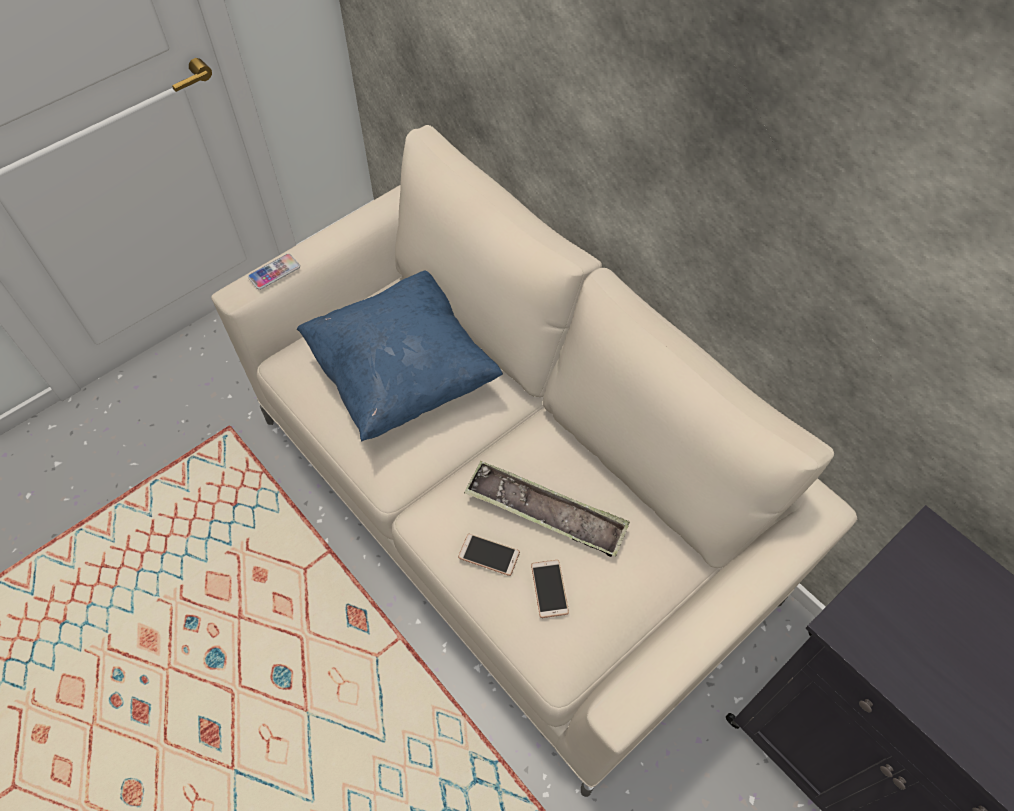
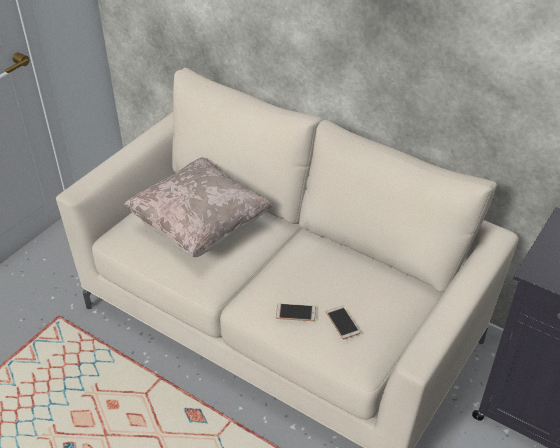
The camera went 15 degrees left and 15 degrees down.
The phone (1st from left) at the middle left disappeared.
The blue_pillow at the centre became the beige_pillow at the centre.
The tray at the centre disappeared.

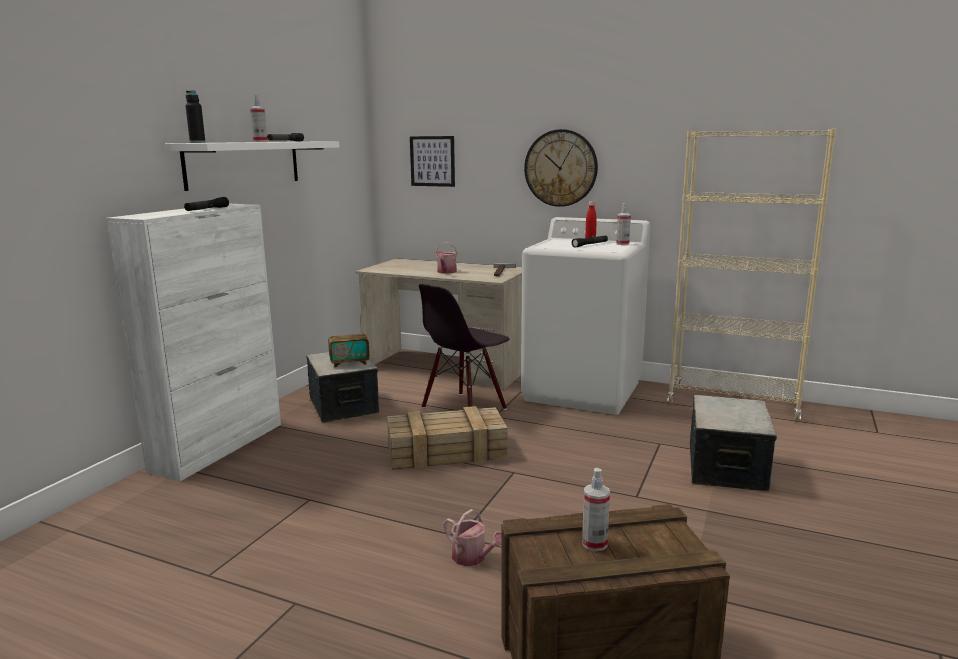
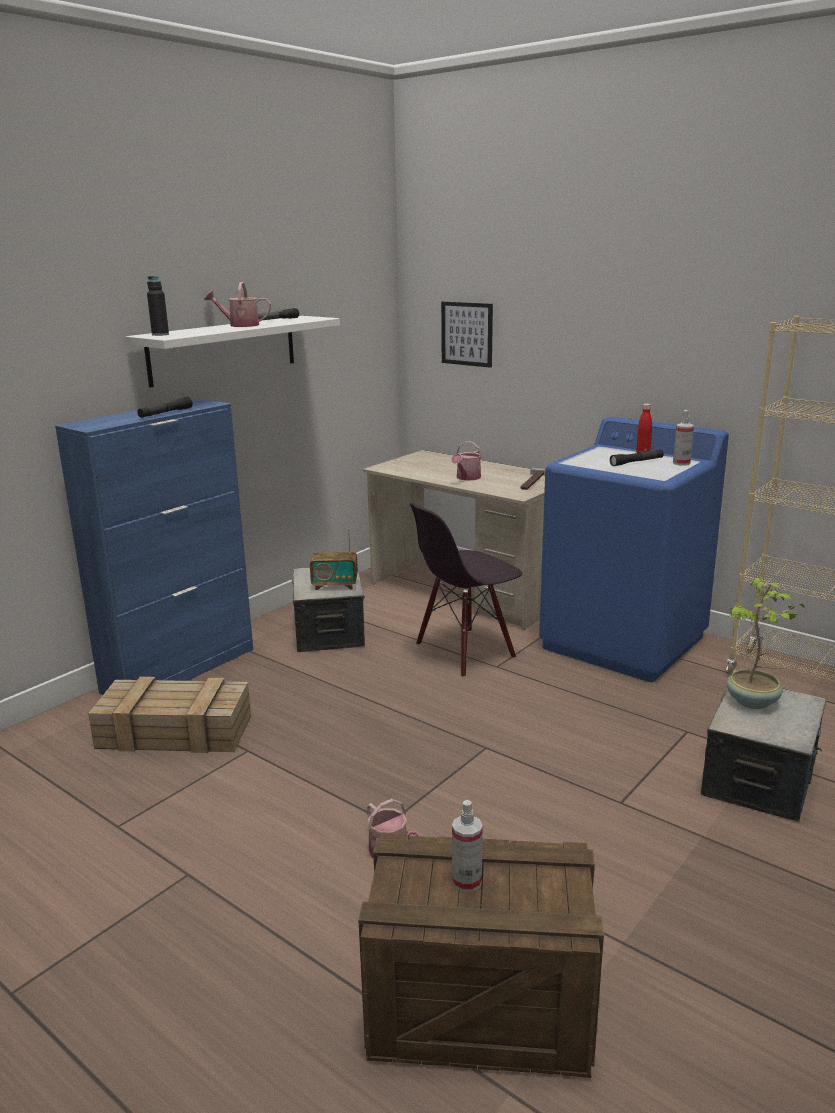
The camera went 15 degrees right and 5 degrees up.
The spray_bottle (1st from left) at the top left was replaced by the watering_can (1st from left) at the top left.
The wall_clock at the top centre disappeared.
The white_cabinet at the middle left became the blue_cabinet at the middle left.
The white_washing_machine at the centre became the blue_washing_machine at the middle right.
The crate (1st from left) moved from the centre to the middle left.
The potted_plant at the middle right appeared.

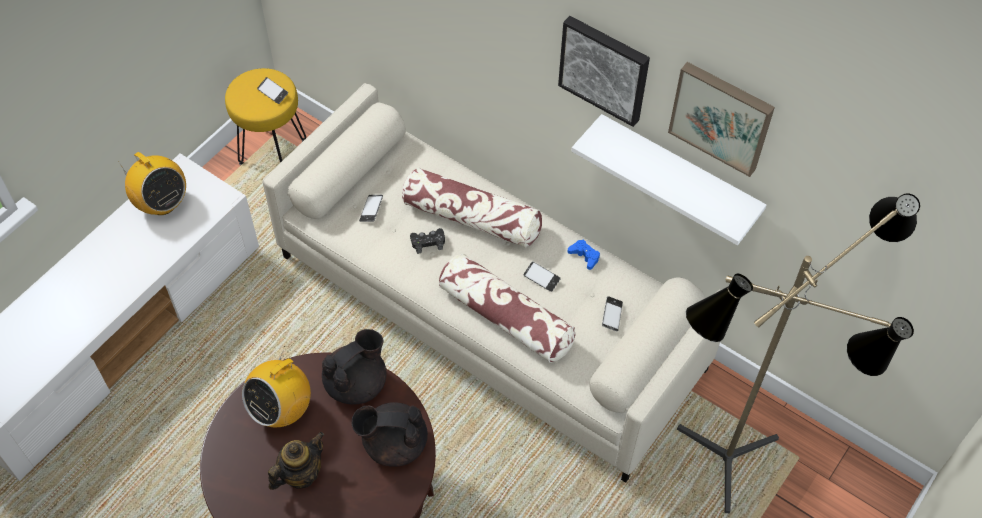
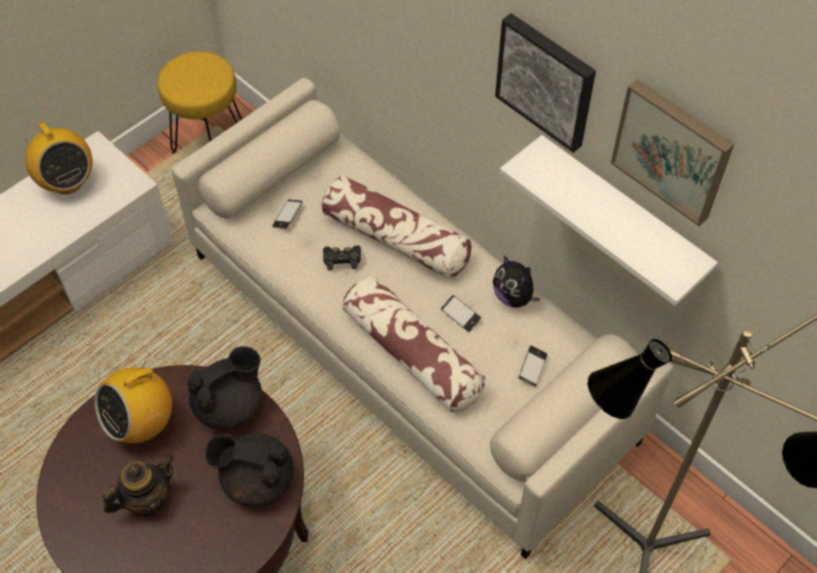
The camera went 10 degrees right and 0 degrees up.
The phone (1st from left) at the top left disappeared.
The blue_game_controller at the centre was replaced by the plush_toy at the centre.

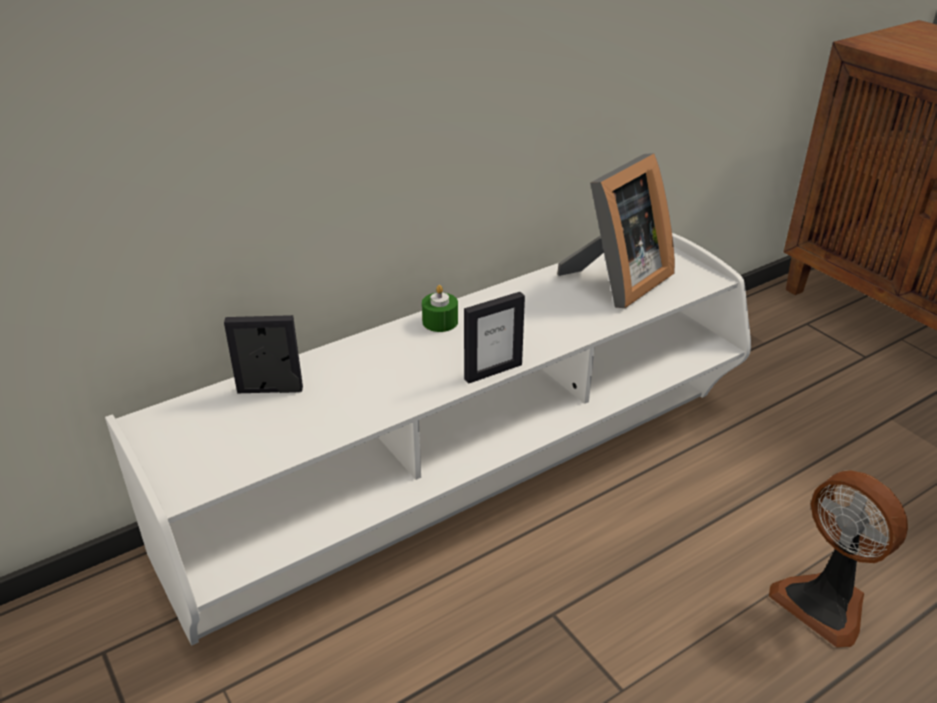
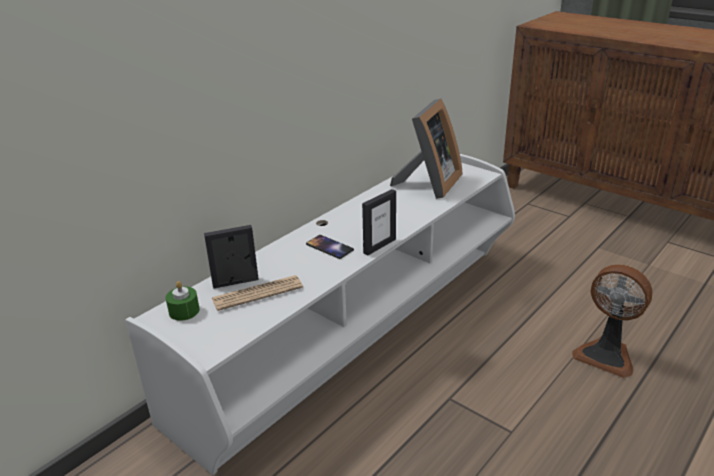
The camera went 15 degrees left and 5 degrees down.
The green_candle moved from the centre to the middle left.
The phone at the centre appeared.
The newspaper at the centre appeared.

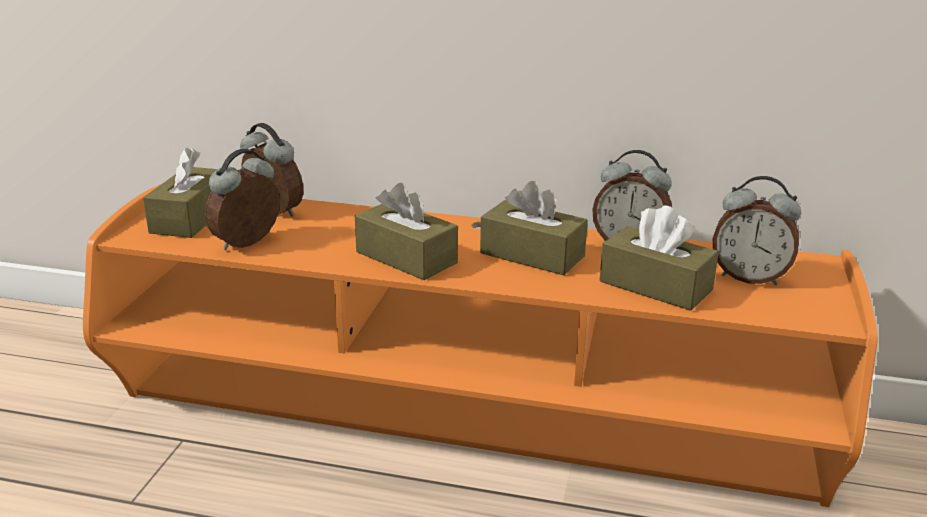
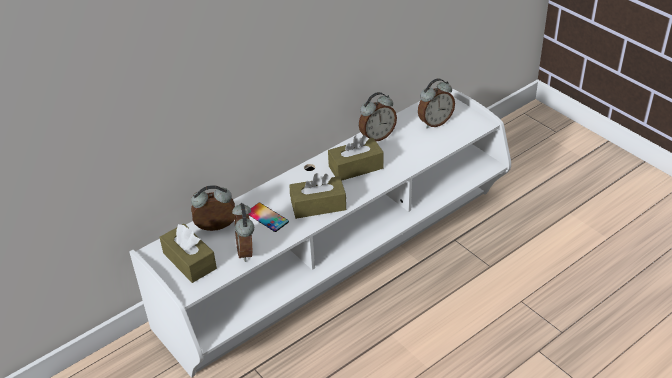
The camera went 50 degrees left and 15 degrees up.
The orange_tv_stand at the bottom centre became the white_tv_stand at the centre.
The brown_tissue_box (4th from left) at the middle right disappeared.
The phone at the centre appeared.

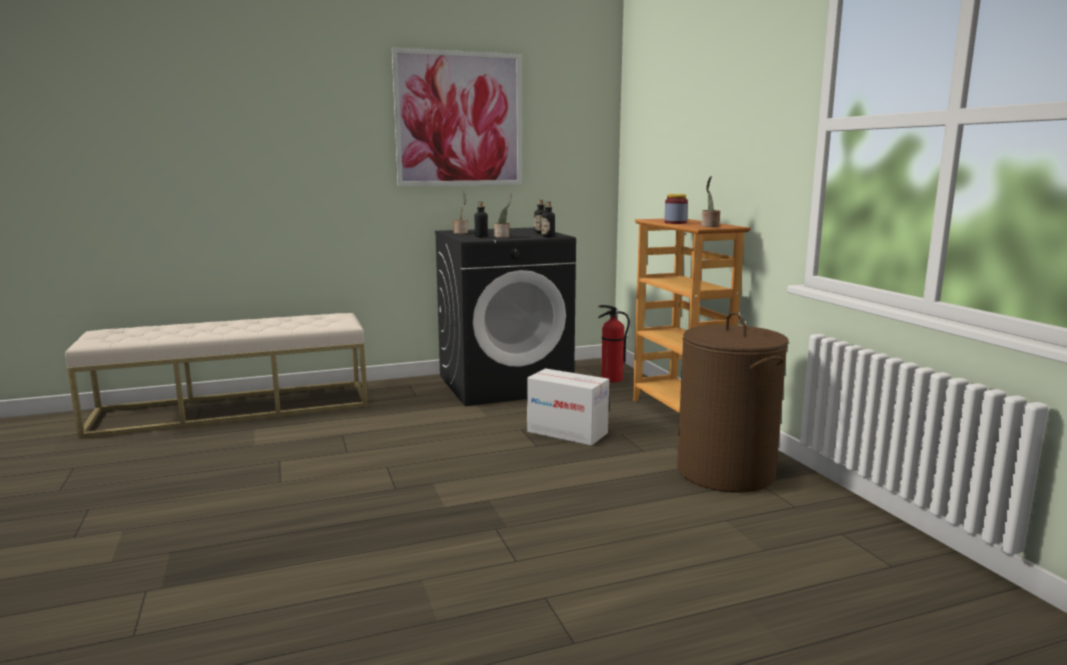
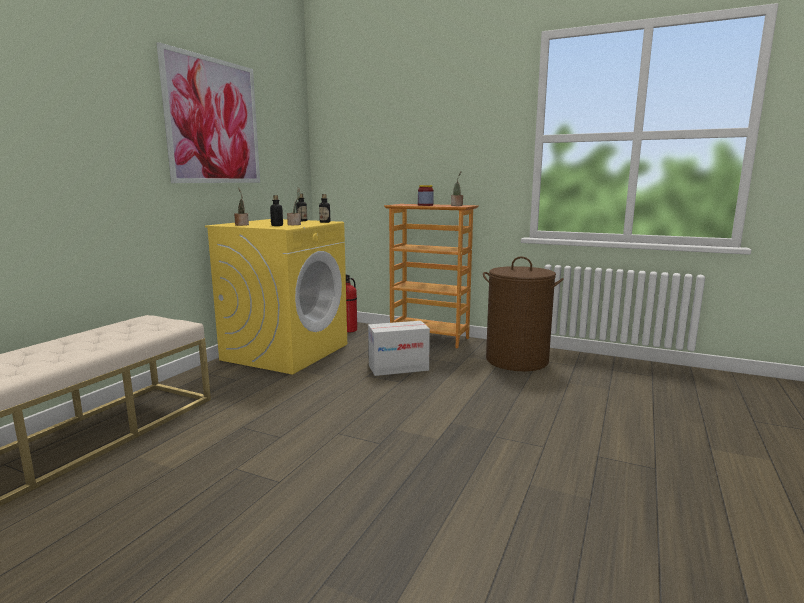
The camera went 45 degrees left and 0 degrees up.
The black_washing_machine at the centre became the yellow_washing_machine at the centre.

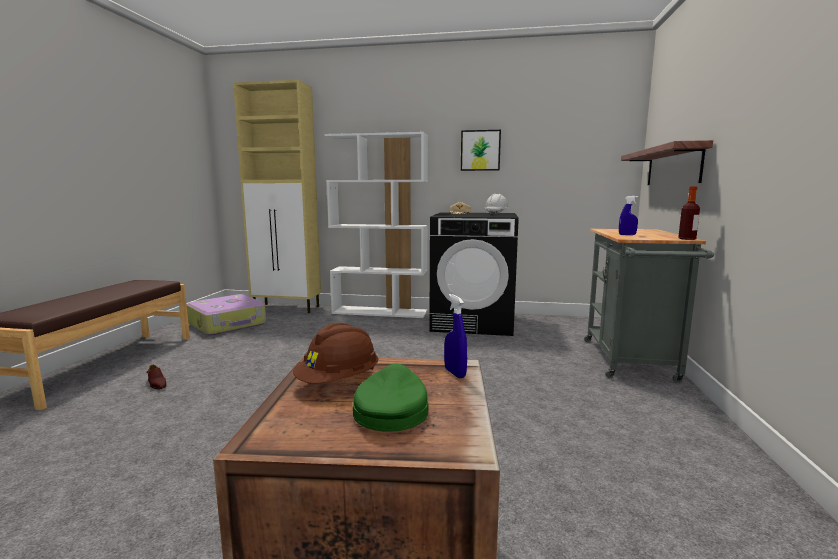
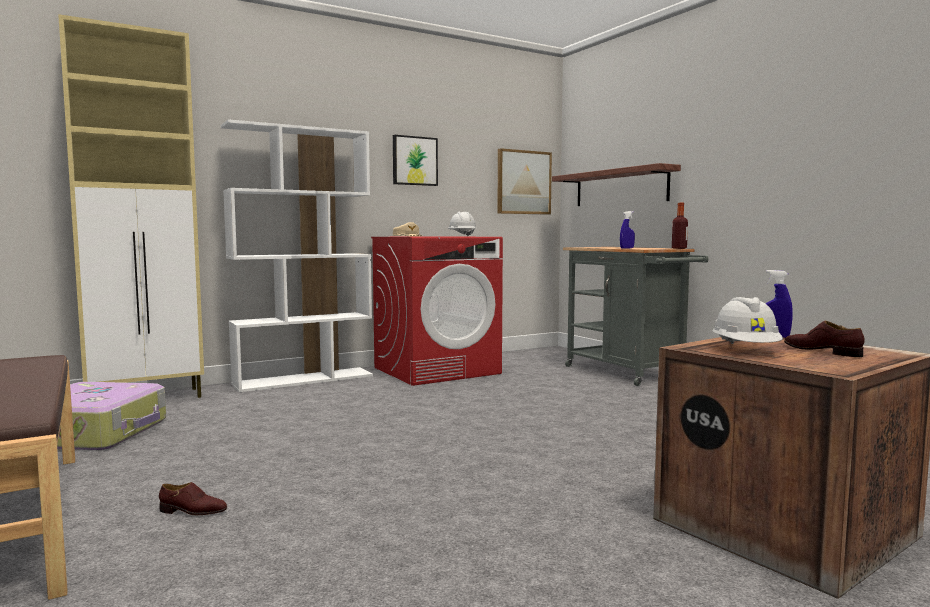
The camera went 40 degrees left and 5 degrees down.
The black_washing_machine at the centre became the red_washing_machine at the centre.
The brown_hard_hat at the centre became the white_hard_hat (2nd from left) at the middle right.
The green_cap at the bottom centre was replaced by the brown_shoe (2nd from left) at the middle right.
The picture (2nd from left) at the top centre appeared.

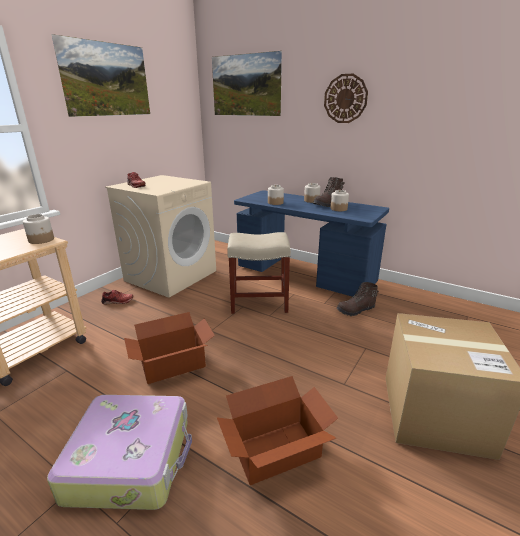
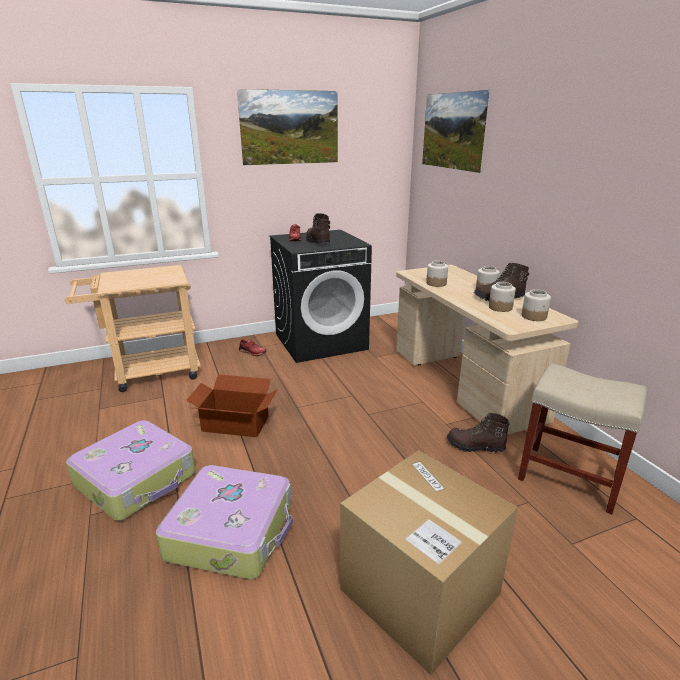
The camera went 35 degrees right and 0 degrees up.
The wall_clock at the top centre disappeared.
The beige_washing_machine at the middle left became the black_washing_machine at the centre.
The blue_desk at the centre became the beige_desk at the middle right.
The jar (1st from left in the first image) moved from the middle left to the middle right.
The beige_stool moved from the centre to the middle right.
The cardboard_box (2nd from left) at the bottom centre was replaced by the suitcase (2nd from left) at the bottom left.
The brown_boot (1st from left) at the centre appeared.

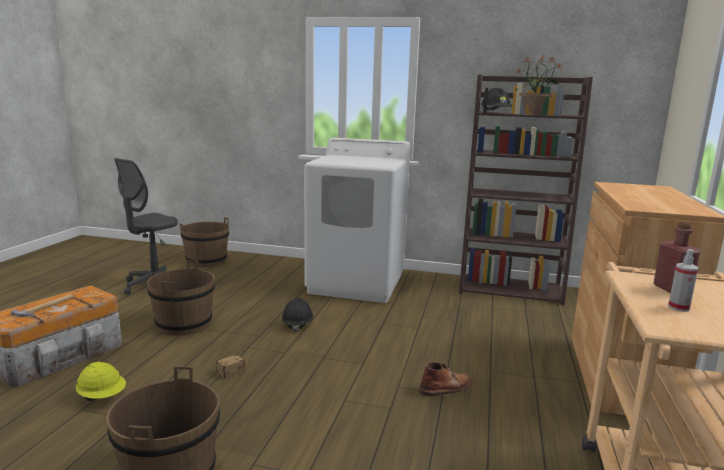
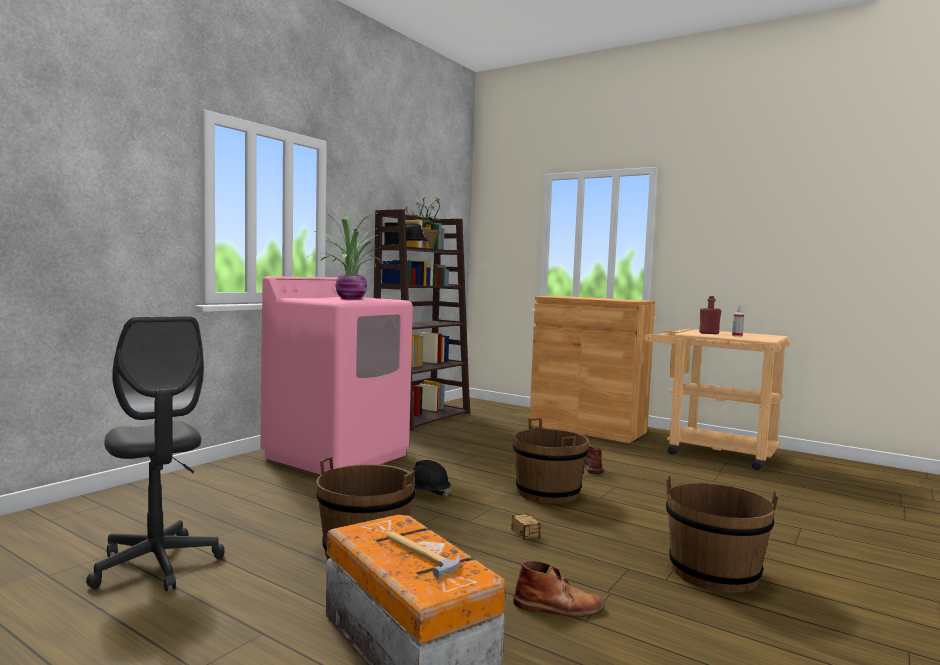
The camera went 70 degrees left and 10 degrees down.
The white_washing_machine at the centre became the pink_washing_machine at the centre.
The brown_bucket (3rd from left in the first image) moved from the middle left to the bottom centre.
The yellow_hard_hat at the bottom left was replaced by the brown_boot (1st from left) at the bottom centre.
The potted_plant (1st from left) at the centre appeared.

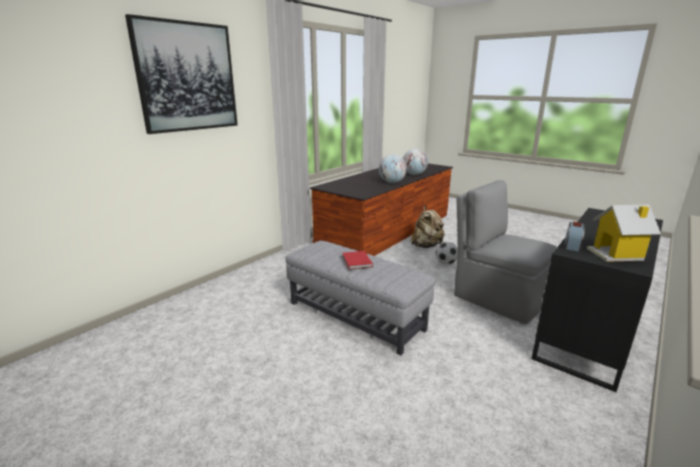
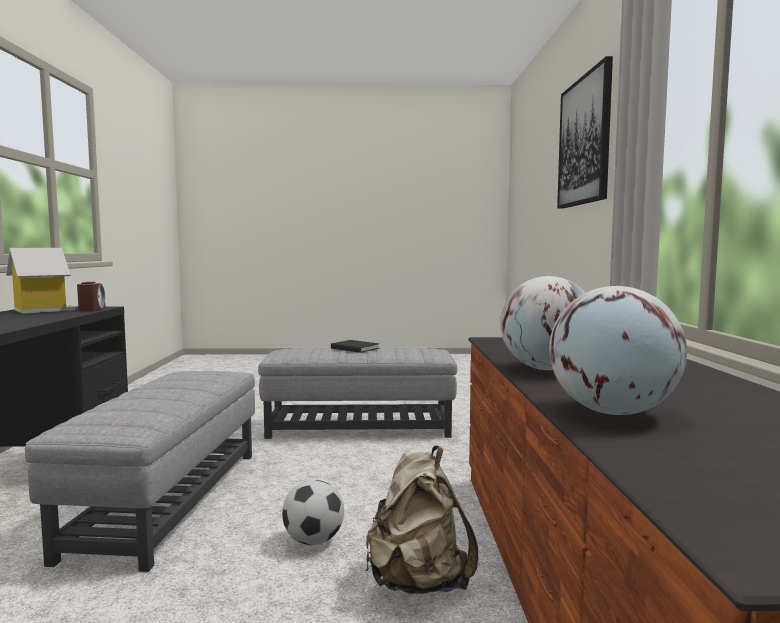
The camera went 140 degrees right and 15 degrees down.
The grey_chair at the middle right was replaced by the grey_ottoman (1st from left) at the bottom left.
The red_book at the centre became the black_book at the centre.

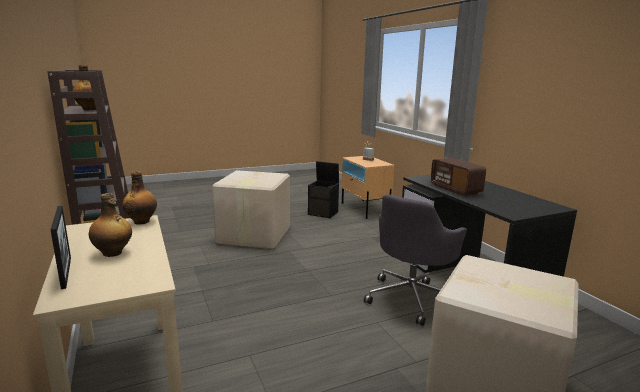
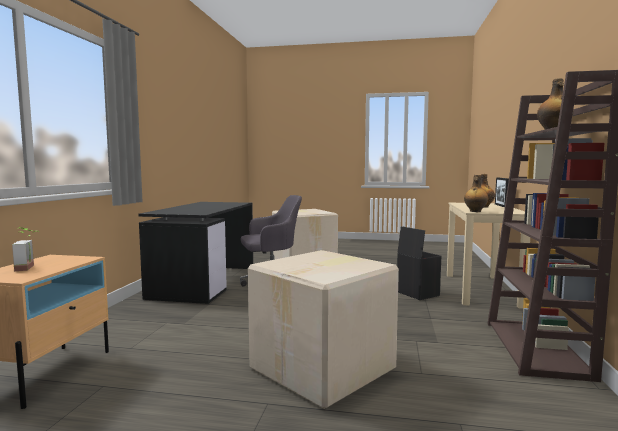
The camera went 145 degrees left and 10 degrees down.
The radio at the middle right disappeared.
The black_storage_box moved from the centre to the middle right.

